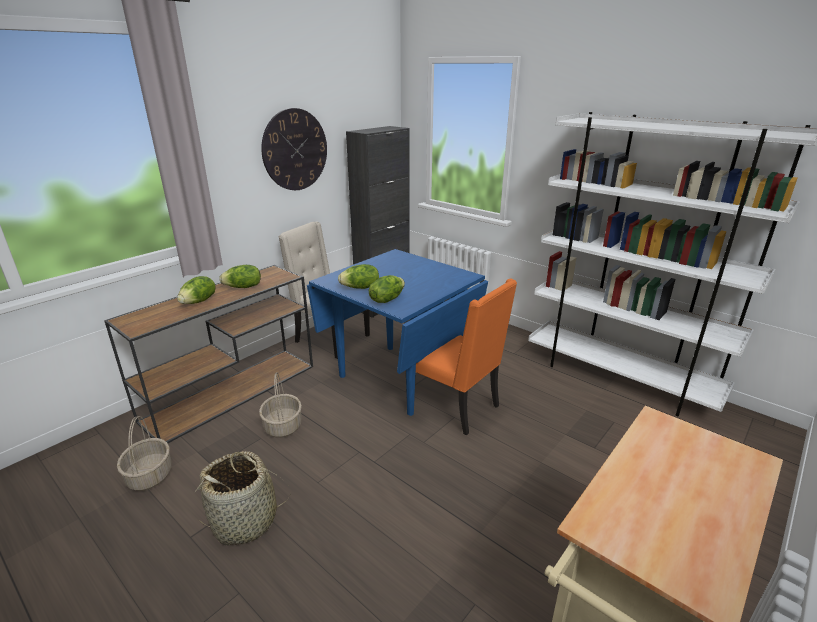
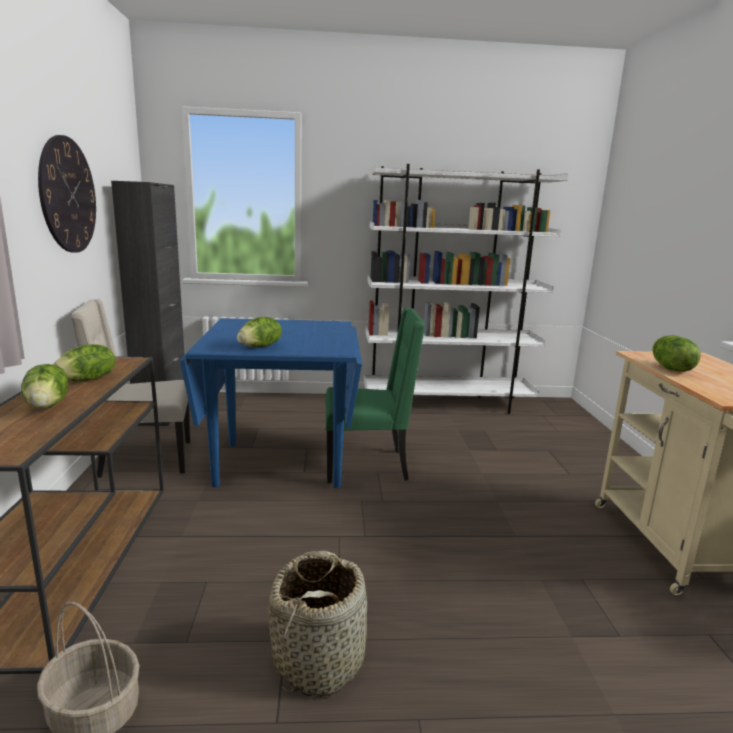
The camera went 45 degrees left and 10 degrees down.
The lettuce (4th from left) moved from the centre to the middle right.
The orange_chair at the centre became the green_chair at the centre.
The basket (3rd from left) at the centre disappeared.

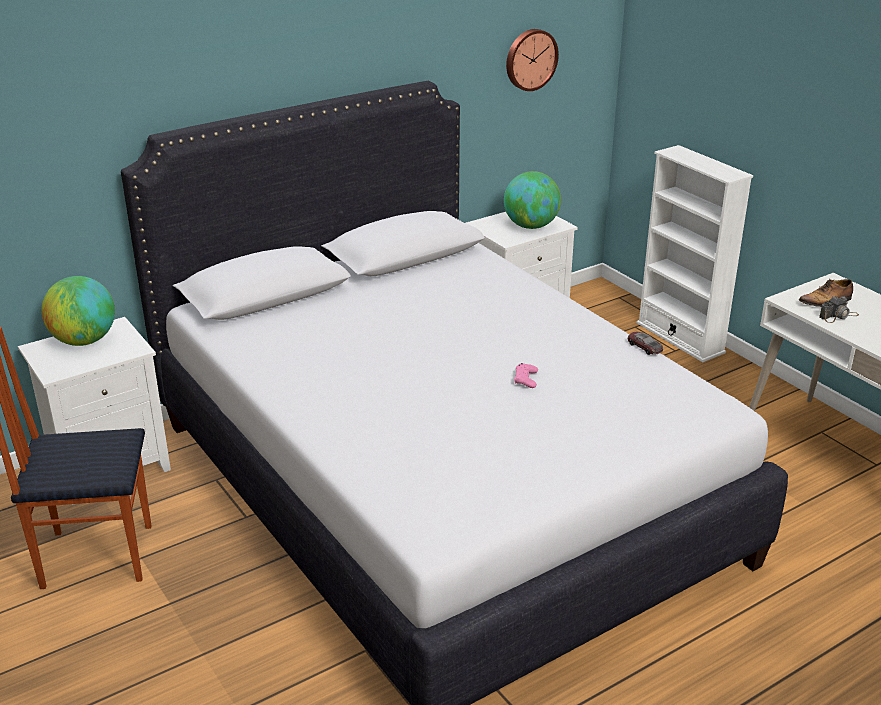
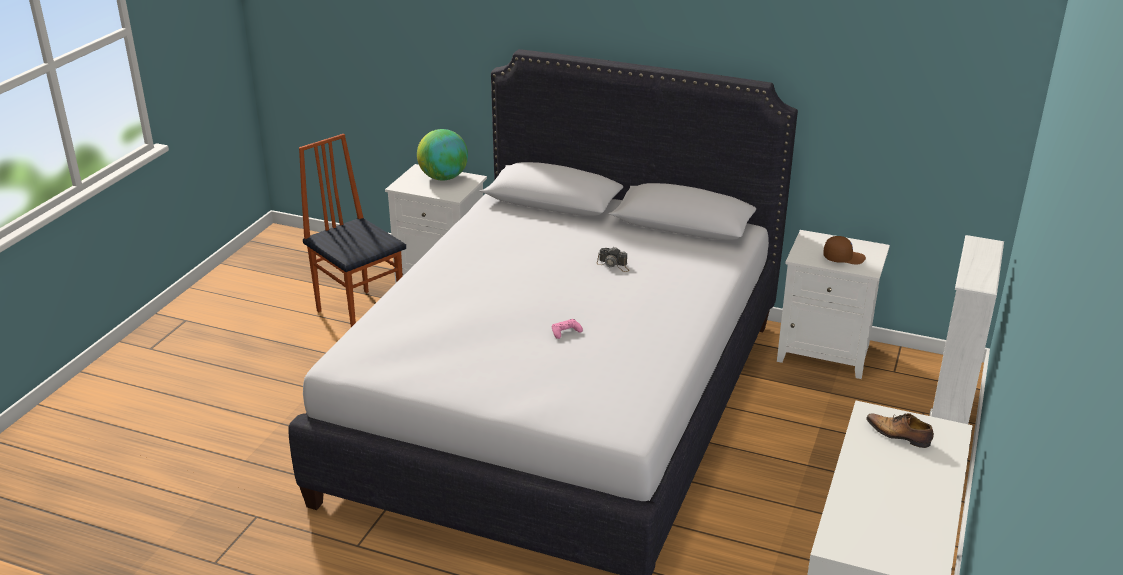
The camera went 55 degrees right and 0 degrees up.
The wall_clock at the top centre disappeared.
The globe (2nd from left) at the top centre was replaced by the brown_cap at the middle right.
The photo_camera moved from the middle right to the centre.
The toy_car at the middle right disappeared.

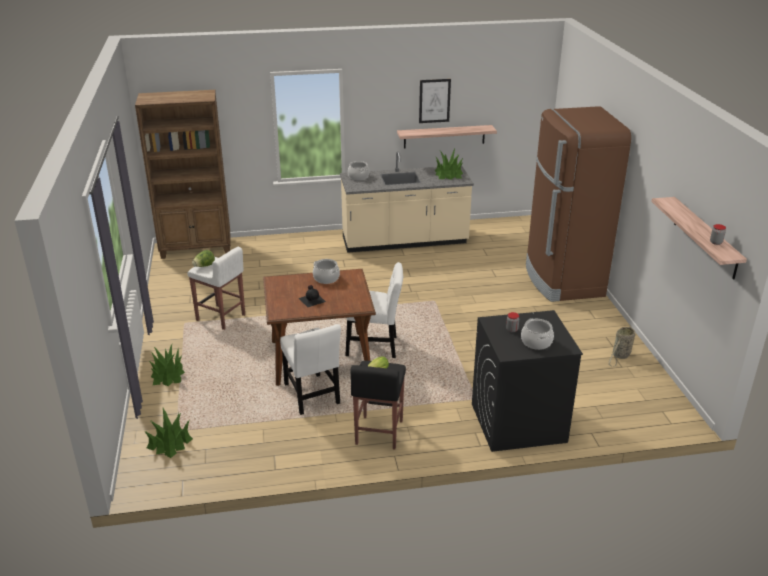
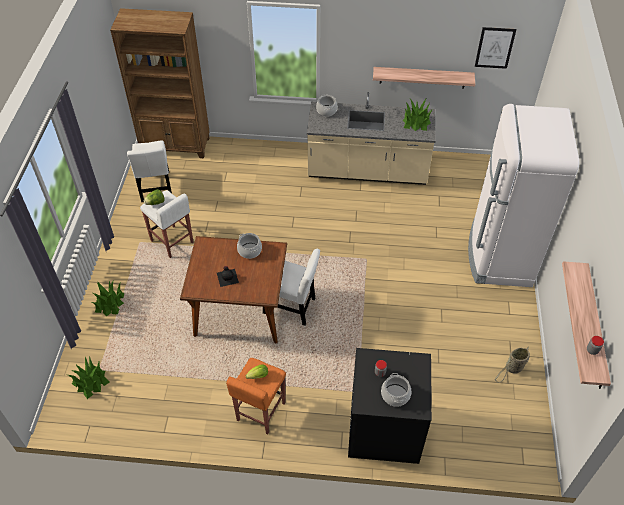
The camera went 15 degrees right and 20 degrees up.
The picture moved from the top centre to the top right.
The brown_fridge at the middle right became the white_fridge at the middle right.
The white_chair (1st from left) moved from the centre to the middle left.
The black_stool at the bottom centre became the orange_stool at the bottom centre.

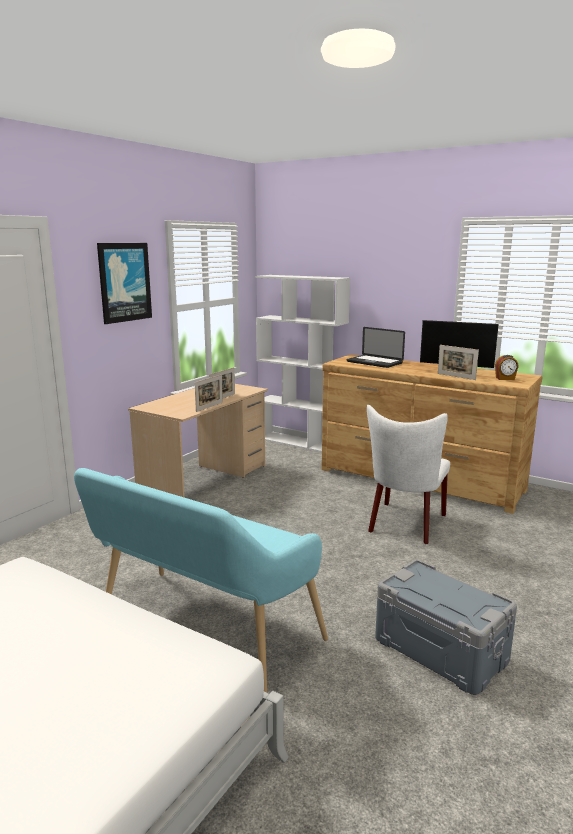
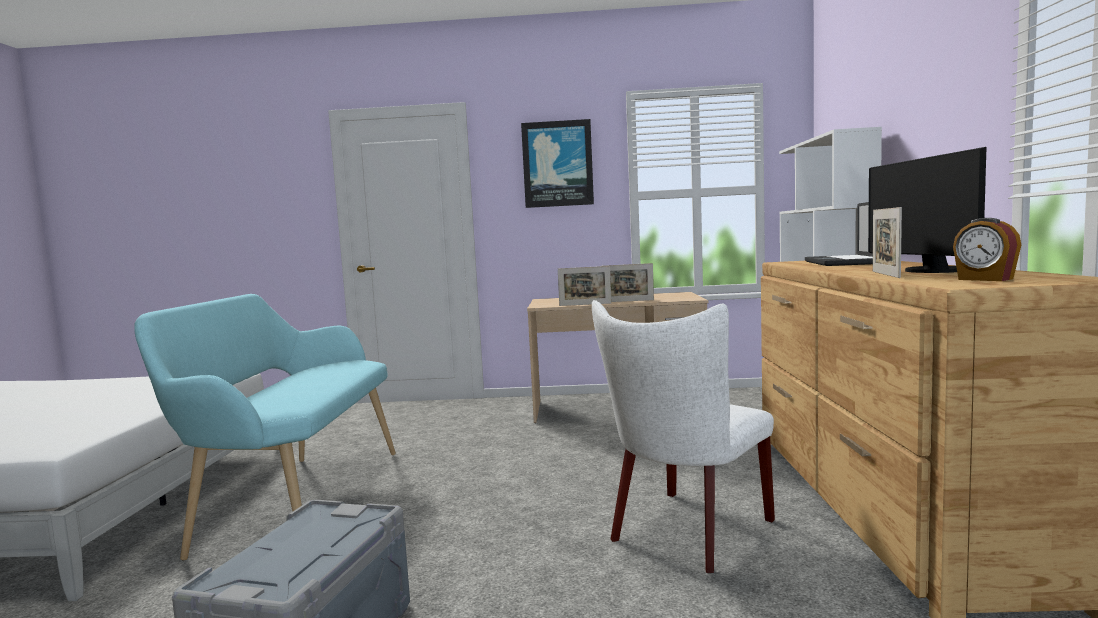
The camera went 60 degrees right and 10 degrees down.
The white_chair at the middle right turned 45 degrees counterclockwise.

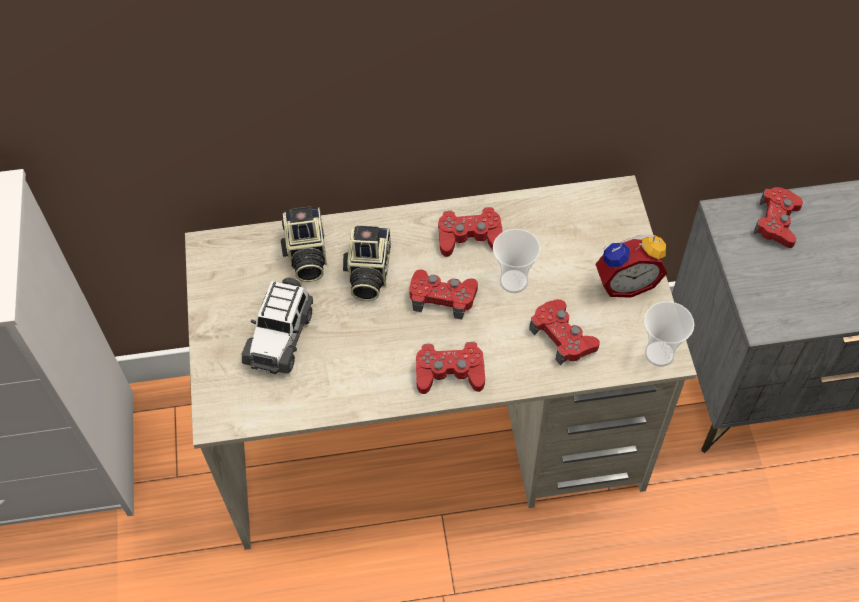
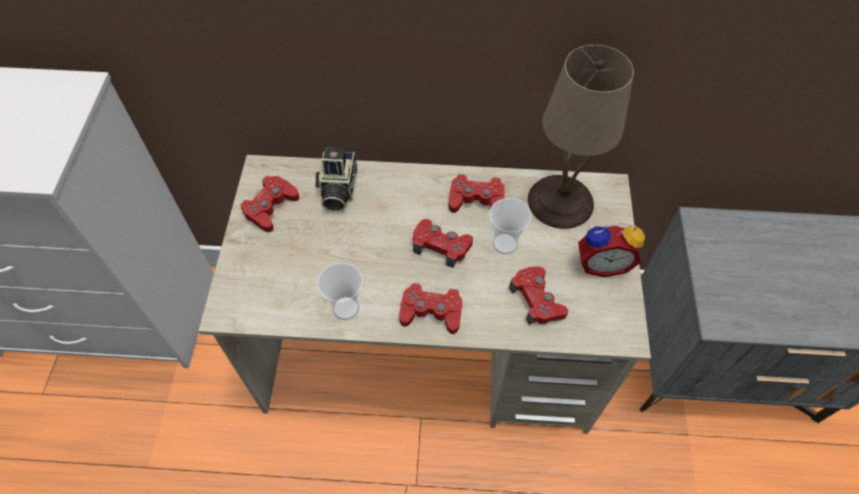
The camera went 10 degrees right and 0 degrees up.
The red_game_controller (5th from left in the first image) moved from the middle right to the middle left.
The photo_camera (2nd from left) at the centre disappeared.
The toy_car at the middle left disappeared.
The cup (2nd from left in the first image) moved from the middle right to the centre.
The beige_table_lamp at the top right appeared.

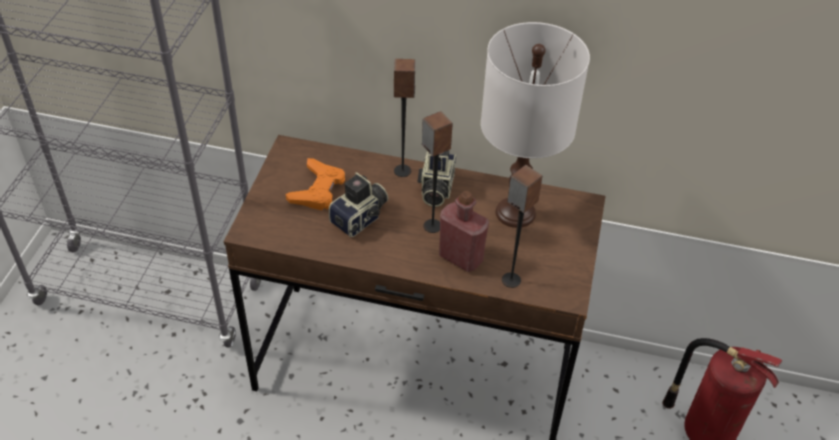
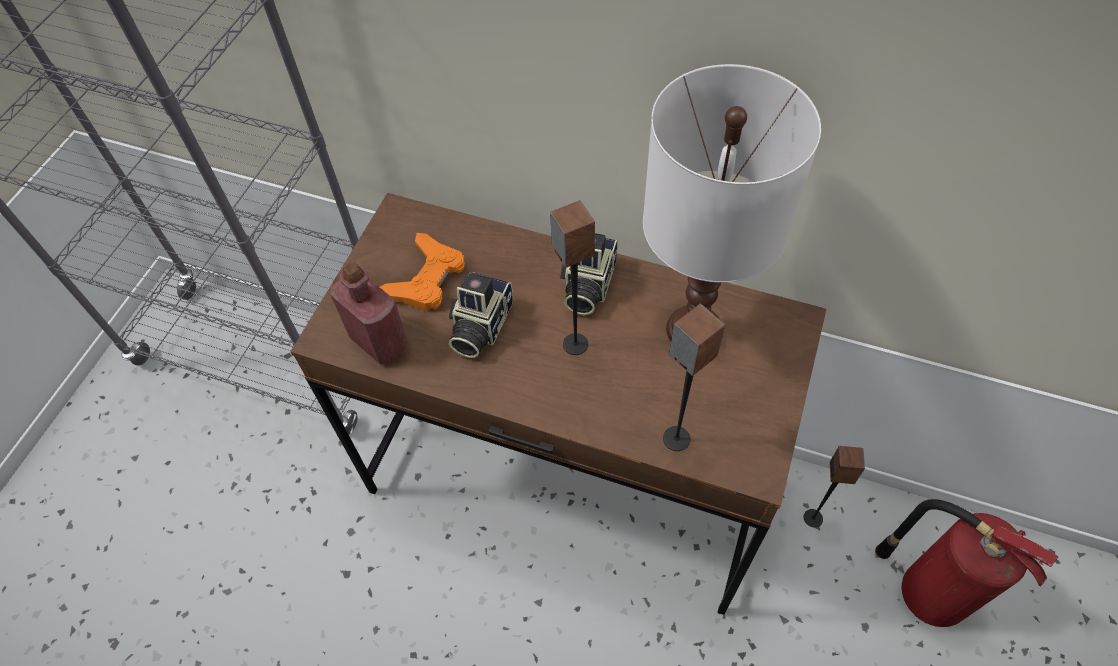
The camera went 10 degrees right and 10 degrees up.
The speaker (1st from left in the first image) moved from the top centre to the bottom right.
The photo_camera (1st from left) at the centre turned 150 degrees clockwise.
The red_bottle moved from the centre to the middle left.

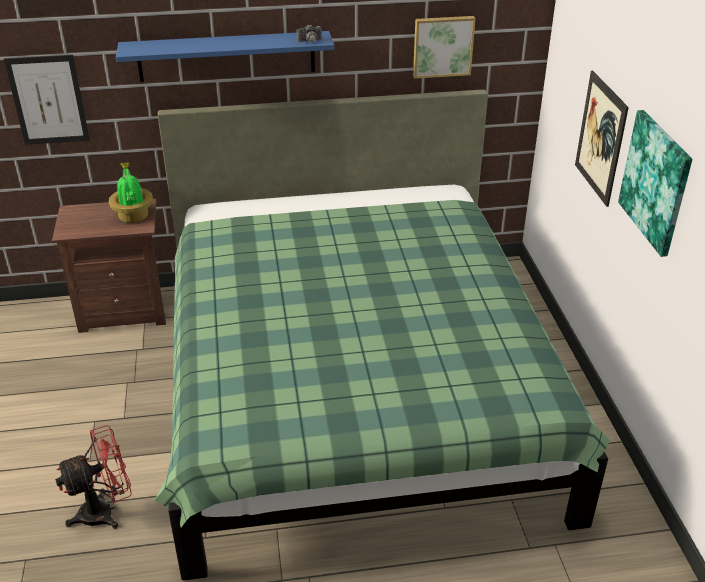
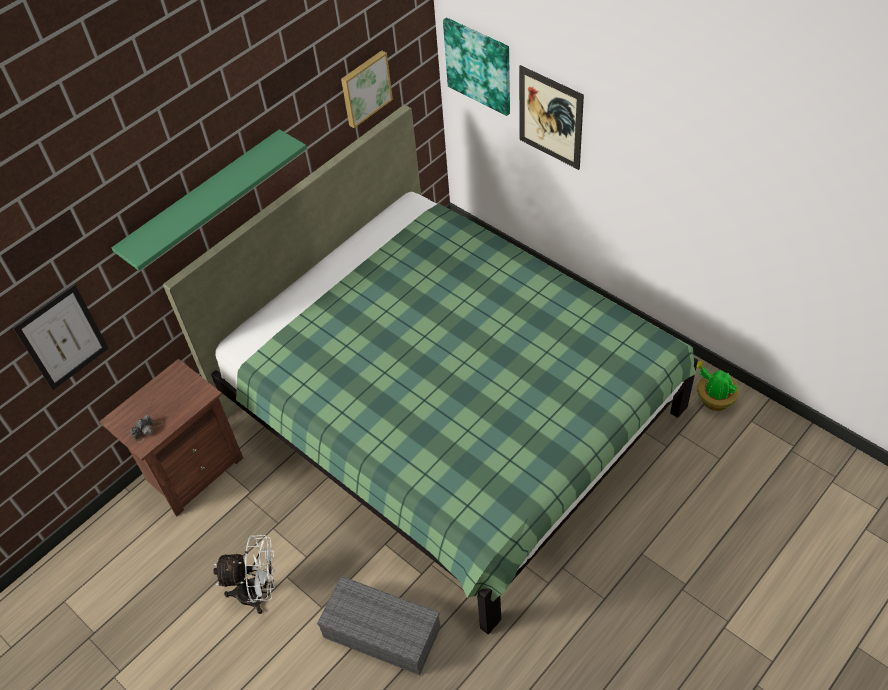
The camera went 35 degrees left and 15 degrees up.
The photo_camera moved from the top centre to the middle left.
The blue_shelf at the top left became the green_shelf at the top left.
The picture (4th from left in the first image) moved from the top right to the top centre.
The potted_plant moved from the top left to the middle right.
The red_fan at the bottom left was replaced by the grey_storage_box at the bottom centre.
The white_fan at the bottom left appeared.

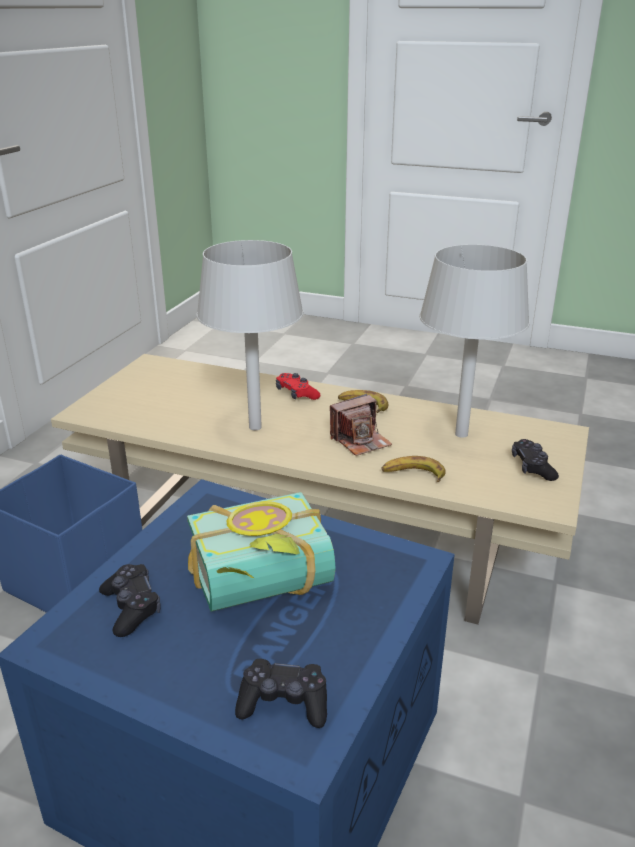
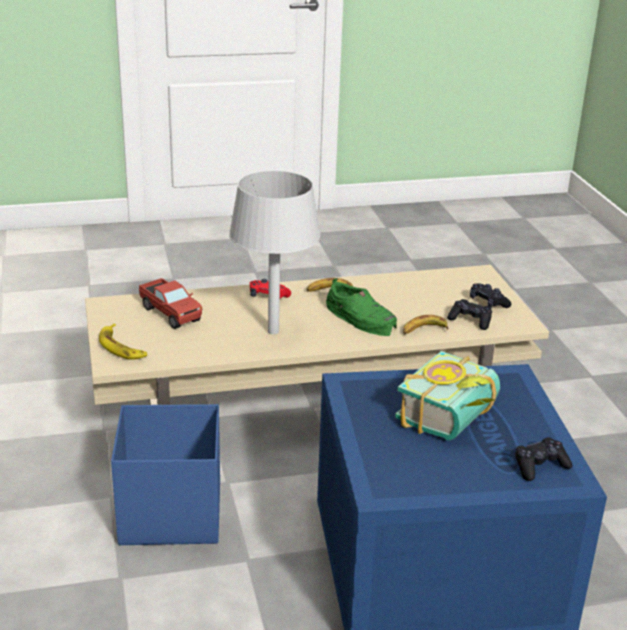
The camera went 35 degrees left and 0 degrees up.
The grey_table_lamp (2nd from left) at the middle right disappeared.
The photo_camera at the centre was replaced by the green_shoe at the centre.
The black_game_controller (1st from left) moved from the bottom left to the middle right.
The toy_truck at the middle left appeared.
The banana (1st from left) at the middle left appeared.

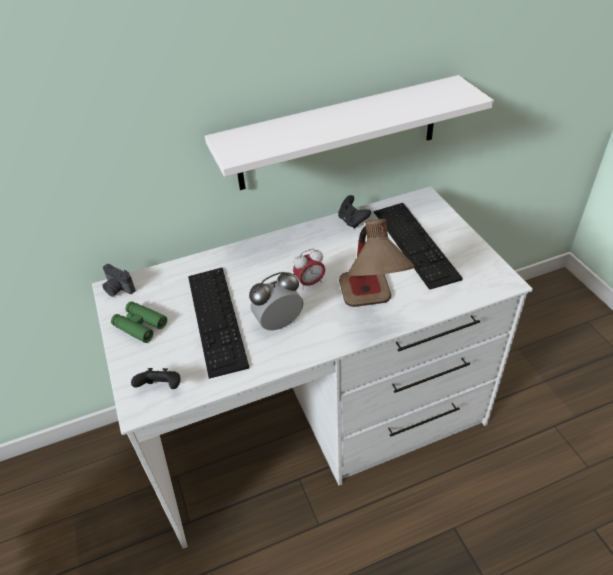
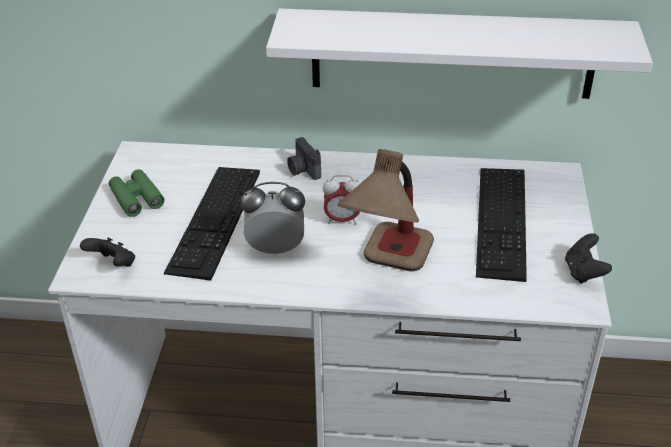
The camera went 25 degrees right and 5 degrees down.
The black_game_controller (2nd from left) moved from the centre to the middle right.
The photo_camera moved from the middle left to the centre.

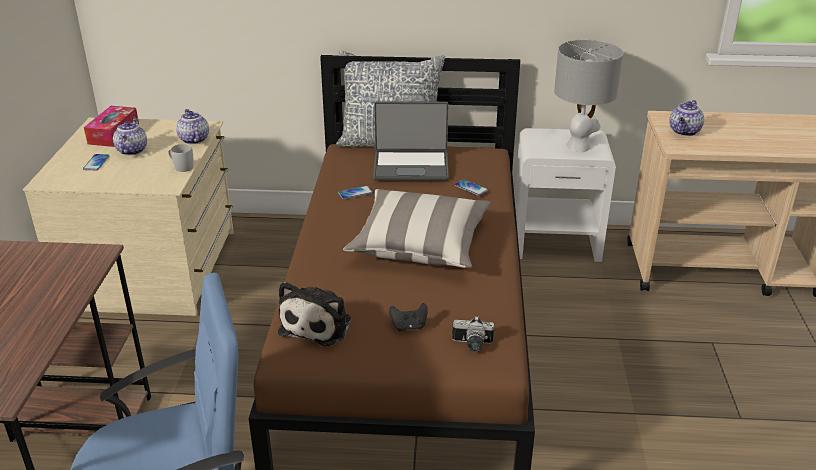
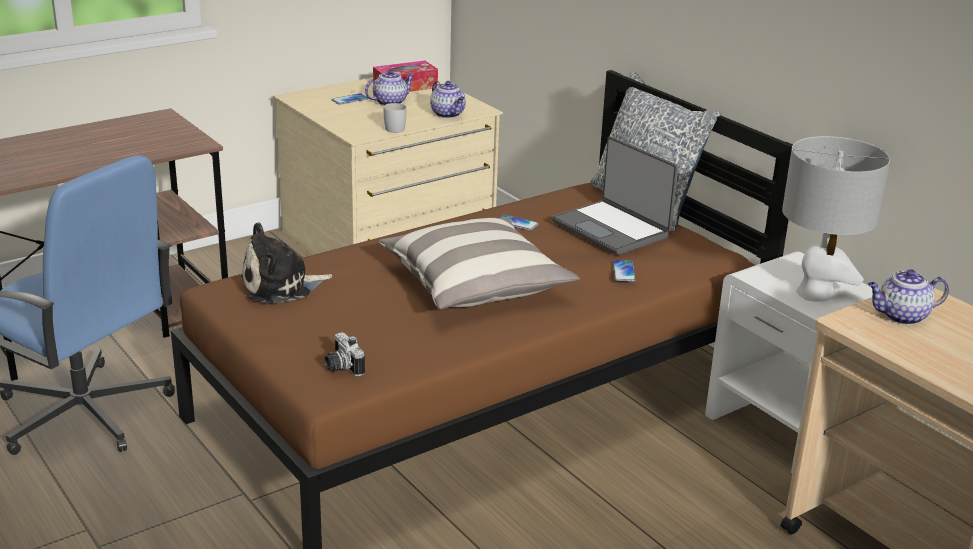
The camera went 50 degrees right and 5 degrees down.
The teapot (2nd from left) at the top left turned 120 degrees clockwise.
The black_game_controller at the bottom centre disappeared.

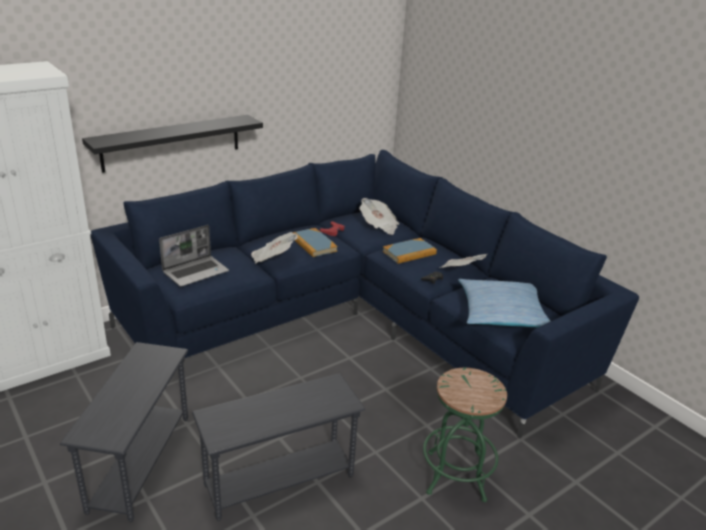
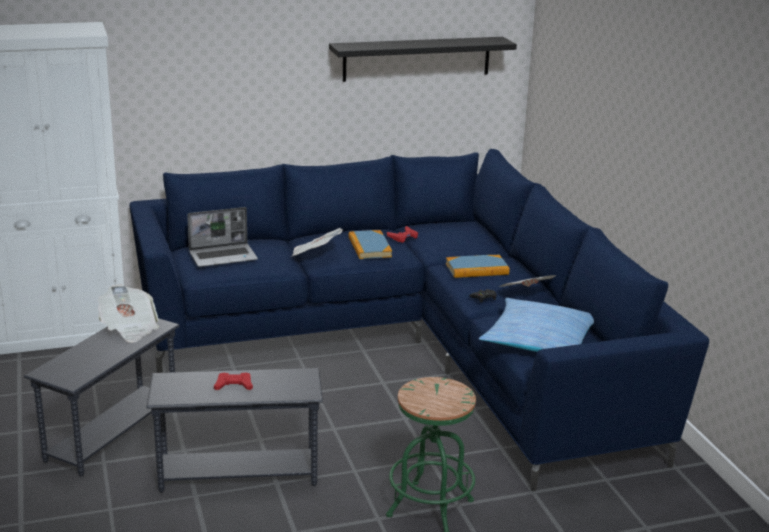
The camera went 20 degrees right and 5 degrees down.
The black_shelf moved from the top left to the top centre.
The newspaper (2nd from left in the first image) moved from the centre to the middle left.
The red_game_controller (1st from left) at the bottom left appeared.

